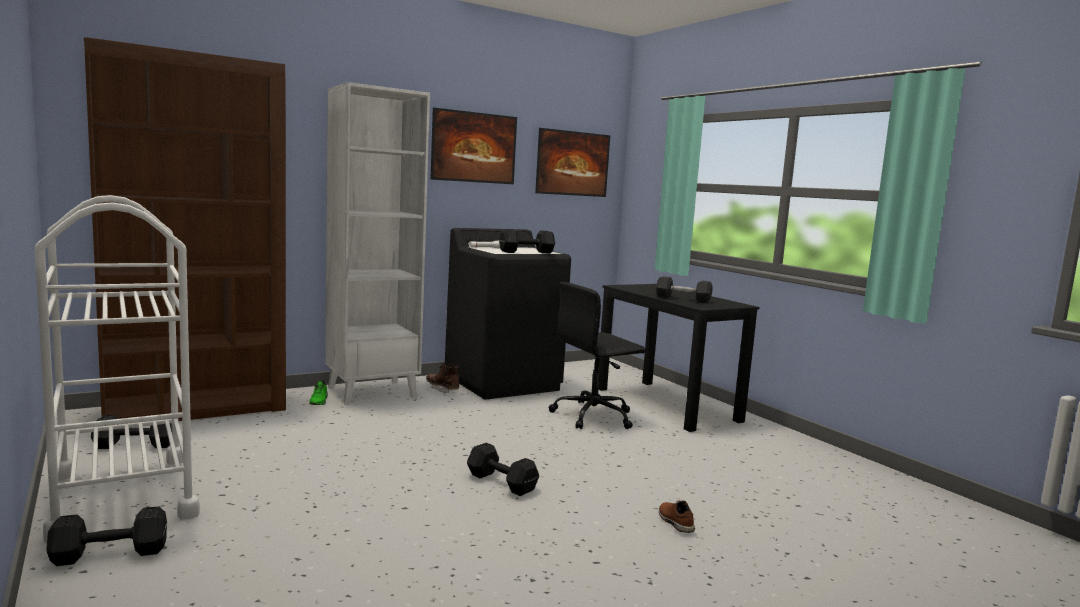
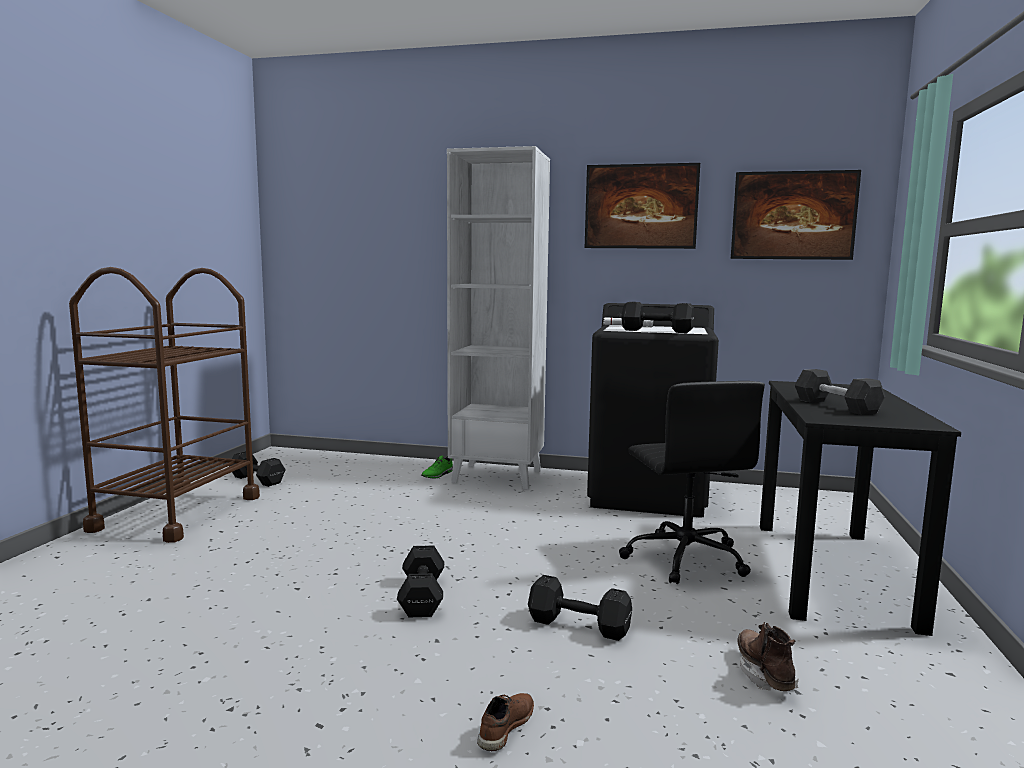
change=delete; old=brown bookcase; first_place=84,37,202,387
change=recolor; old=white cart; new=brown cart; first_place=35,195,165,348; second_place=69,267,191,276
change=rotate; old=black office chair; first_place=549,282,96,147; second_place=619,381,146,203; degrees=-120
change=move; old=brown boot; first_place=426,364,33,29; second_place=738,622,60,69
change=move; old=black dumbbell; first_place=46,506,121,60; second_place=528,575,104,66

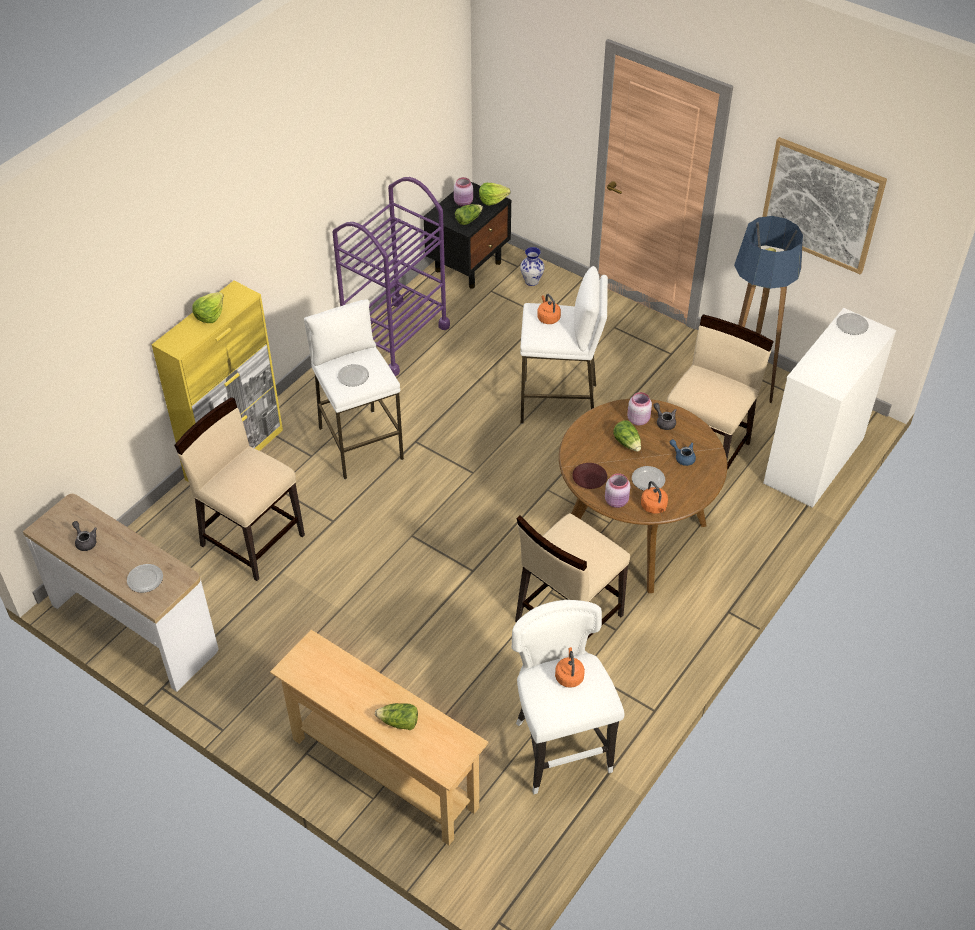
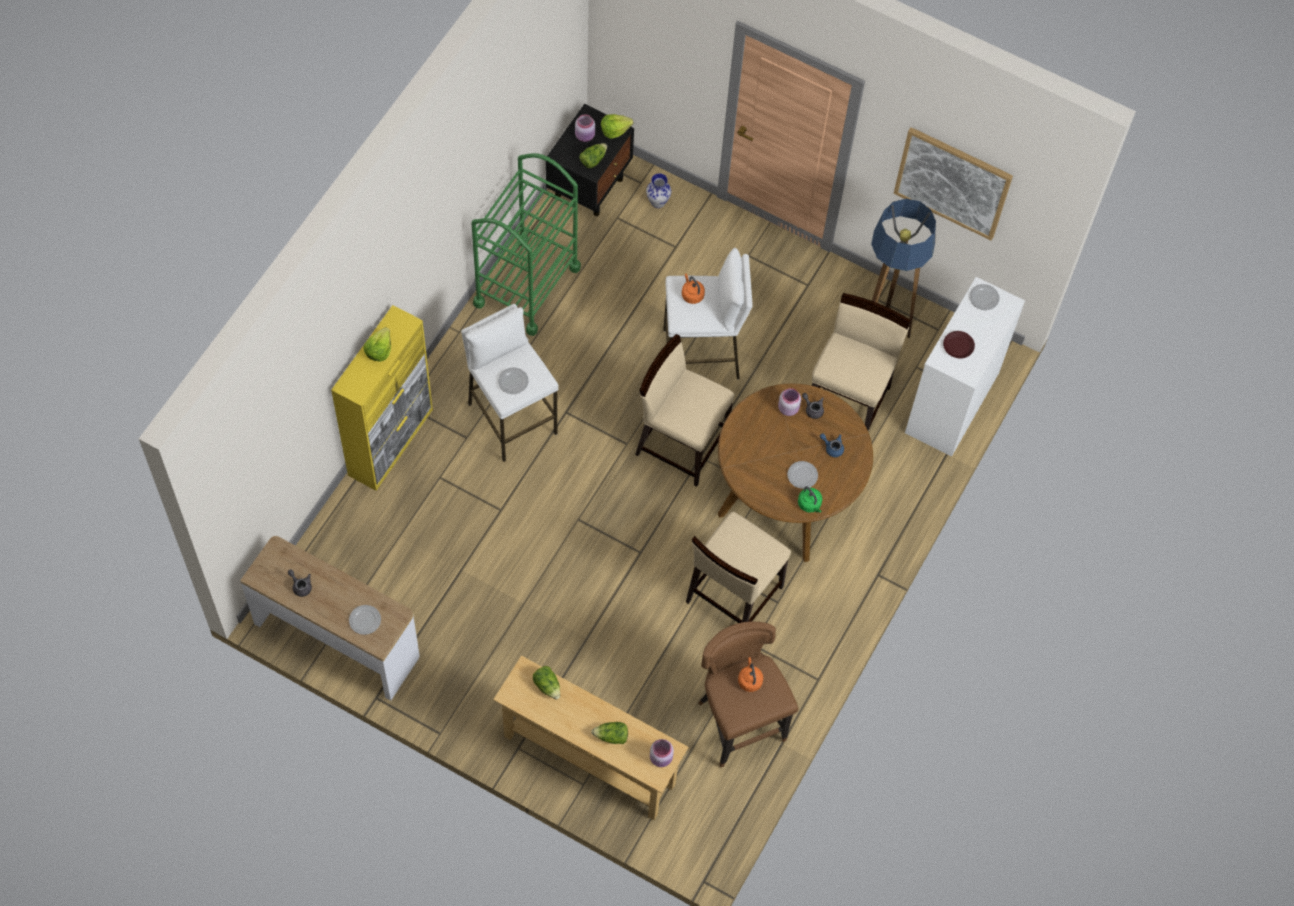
change=recolor; old=purple cart; new=green cart; first_place=332,177,118,199; second_place=472,153,109,183
change=move; old=beige chair; first_place=174,397,131,184; second_place=635,334,99,153
change=move; old=lettuce; first_place=613,420,28,32; second_place=533,666,27,34
change=move; old=brown plate; first_place=572,463,35,26; second_place=943,331,32,27
change=move; old=pink jar; first_place=605,473,25,35; second_place=650,739,24,28
change=recolor; old=orange kettle; new=green kettle; first_place=641,481,27,33; second_place=798,486,24,27
change=recolor; old=white stool; new=brown stool; first_place=512,600,112,195; second_place=698,621,100,147

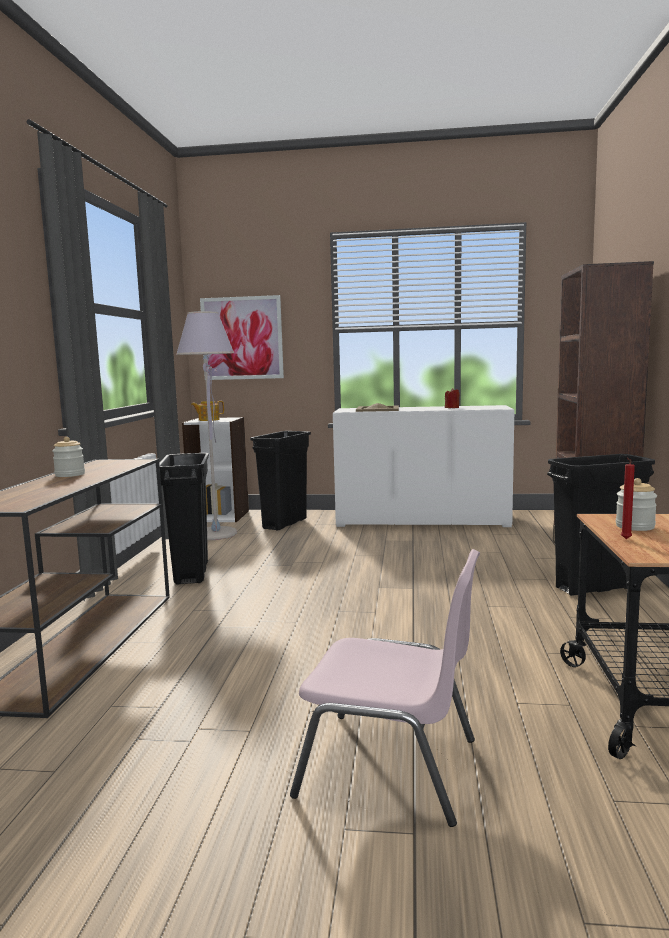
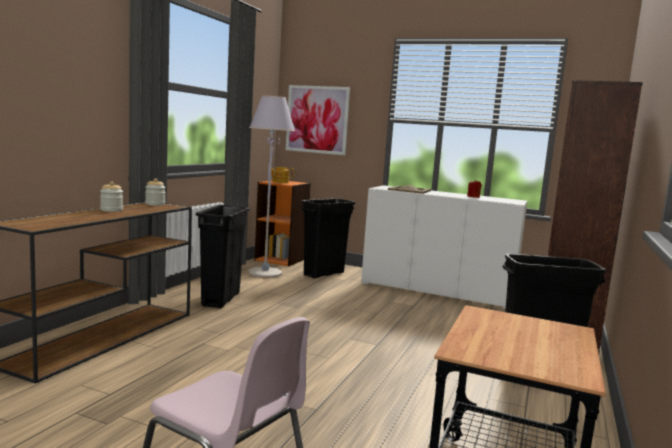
change=recolor; old=white bookcase; new=orange bookcase; first_place=182,417,67,105; second_place=254,180,57,86
change=delete; old=red candle; first_place=621,457,14,82
change=move; old=jar; first_place=616,478,41,53; second_place=145,178,21,28

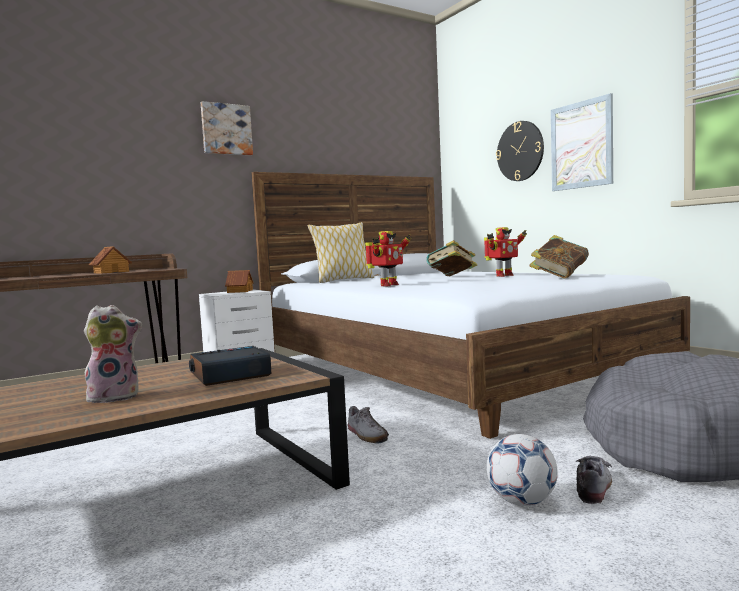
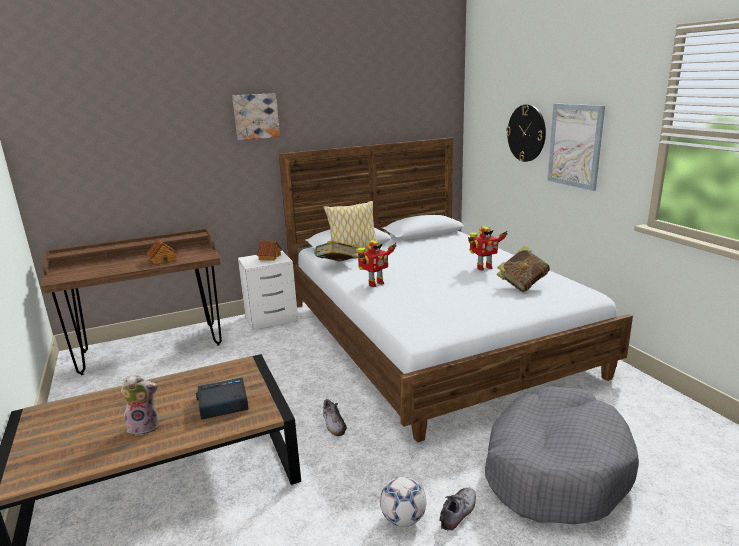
change=move; old=book; first_place=426,240,51,36; second_place=315,240,44,22

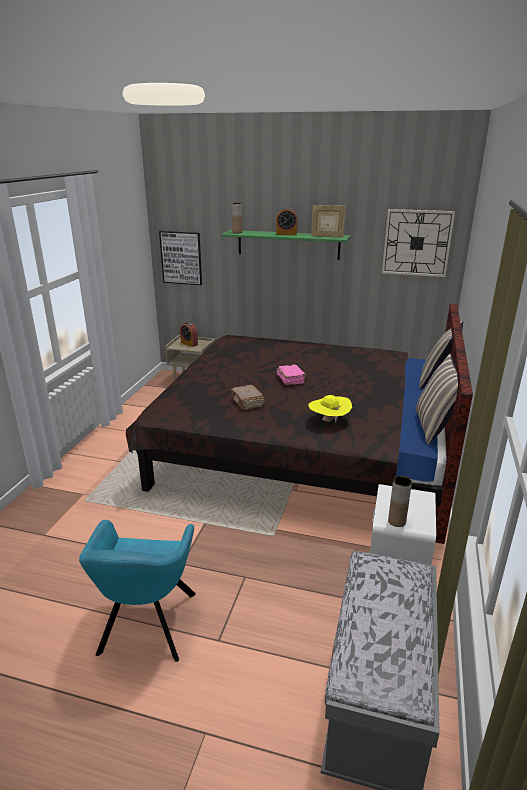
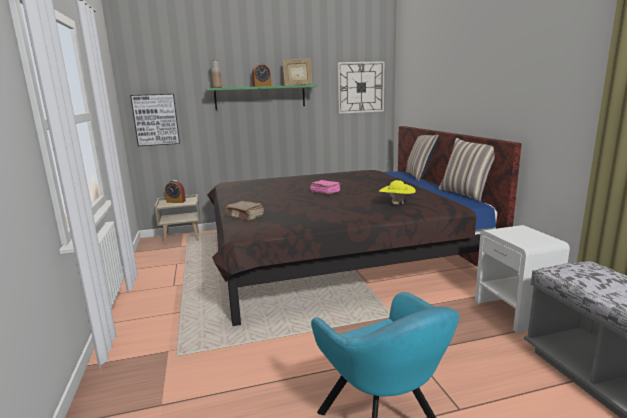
change=move; old=brown book; first_place=231,385,33,25; second_place=225,201,39,20
change=delete; old=brown vase; first_place=388,476,24,51

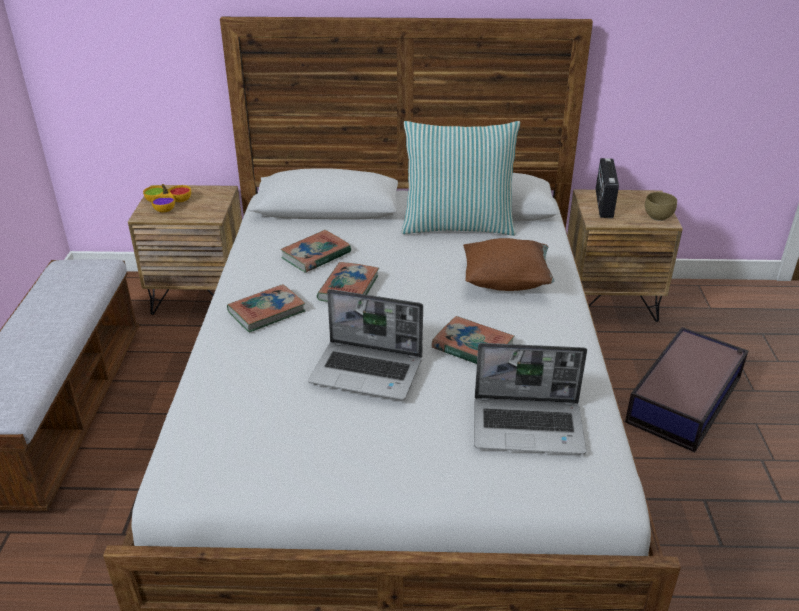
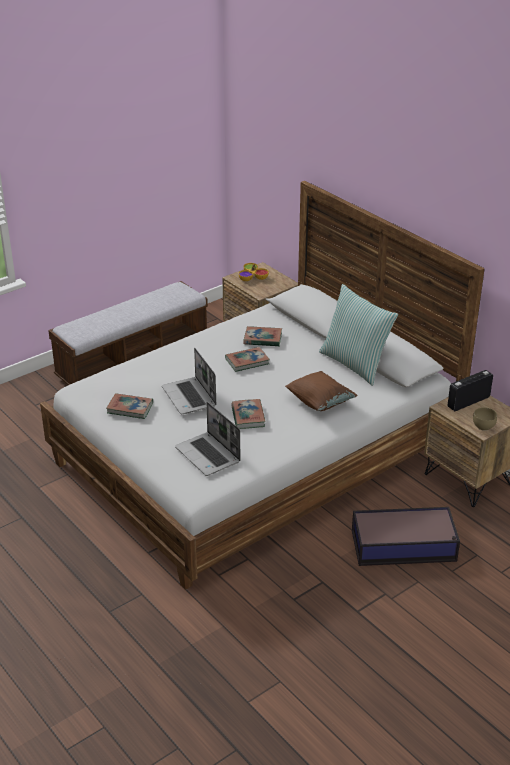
change=move; old=book; first_place=227,284,78,49; second_place=106,393,47,26

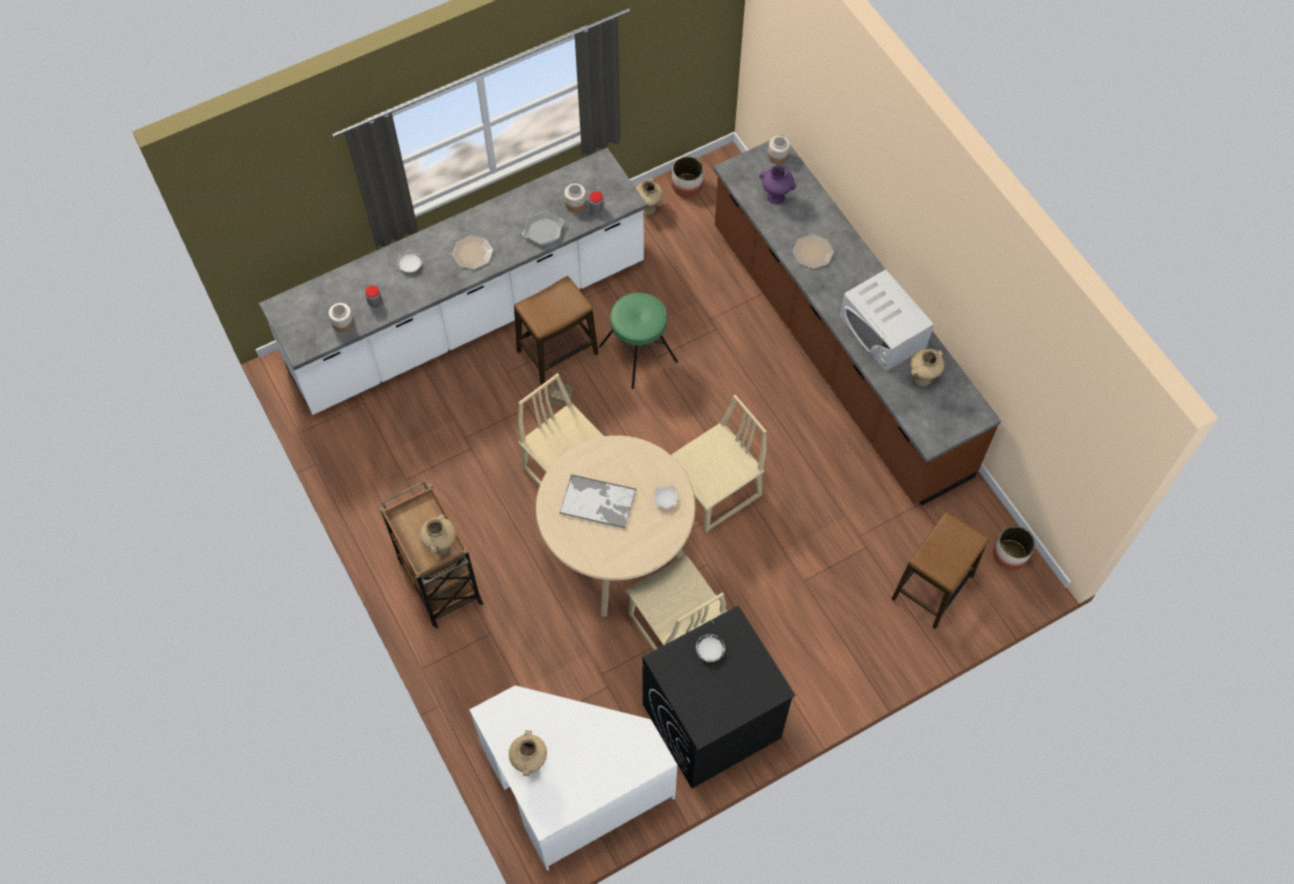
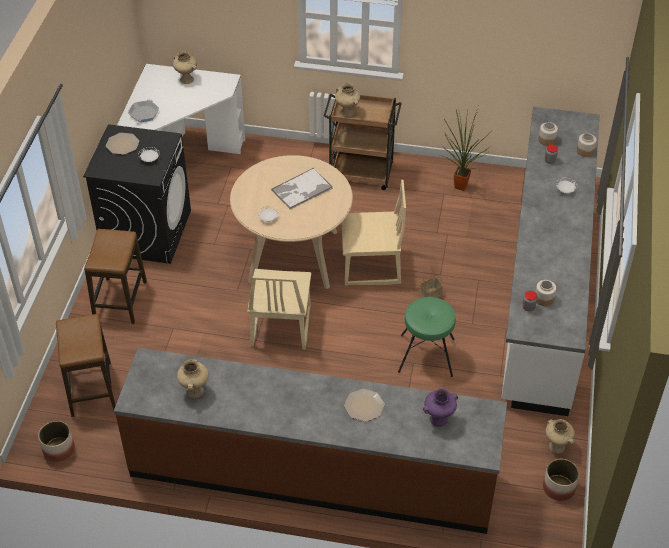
change=move; old=jar; first_place=768,136,22,28; second_place=577,133,20,24
change=move; old=frying pan; first_place=522,211,42,34; second_place=128,100,31,22
change=move; old=plate; first_place=452,236,41,34; second_place=106,133,34,22
change=delete; old=white microwave; first_place=840,269,94,103
change=move; old=stool; first_place=514,276,84,109; second_place=84,229,63,95
change=delete; old=beige chair; first_place=625,554,102,96
change=insert; new=potted plant; second_place=440,106,49,85

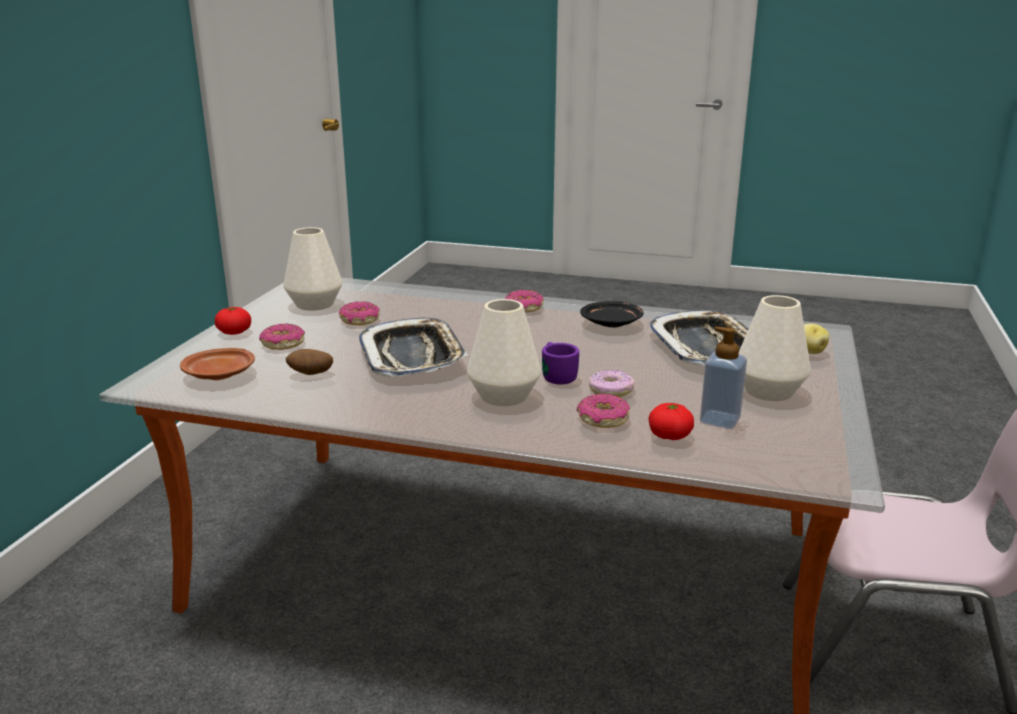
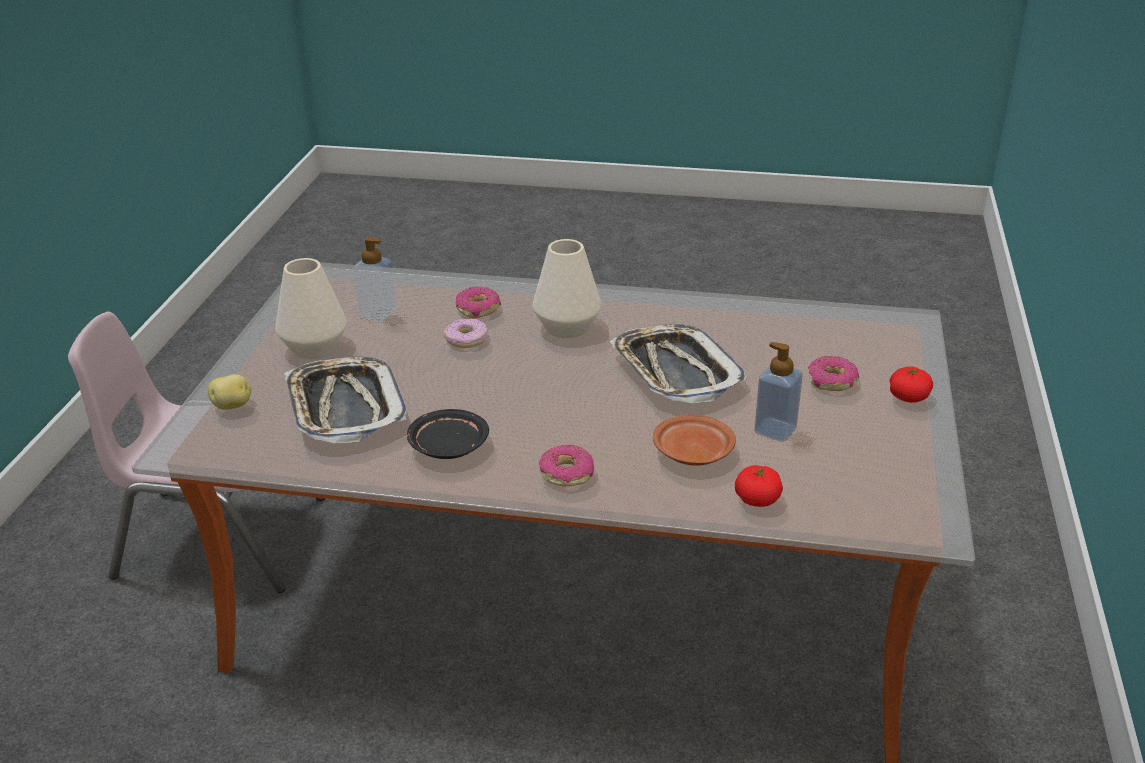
change=delete; old=white vase; first_place=283,227,59,84
change=replace; old=donut; new=soap dispenser; first_place=339,301,41,24; second_place=754,342,49,100
change=delete; old=purple mug; first_place=542,342,37,43
change=move; old=brown plate; first_place=180,348,75,32; second_place=653,415,83,51
change=delete; old=potato; first_place=286,349,47,26
change=move; old=tomato; first_place=649,403,45,37; second_place=735,465,48,42

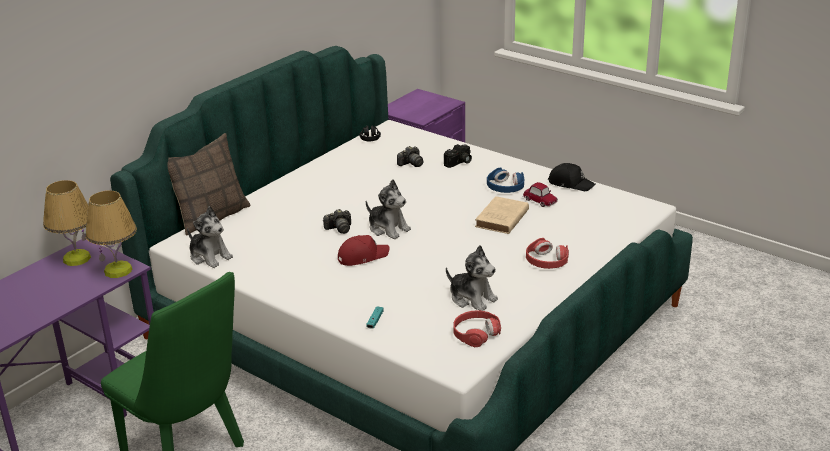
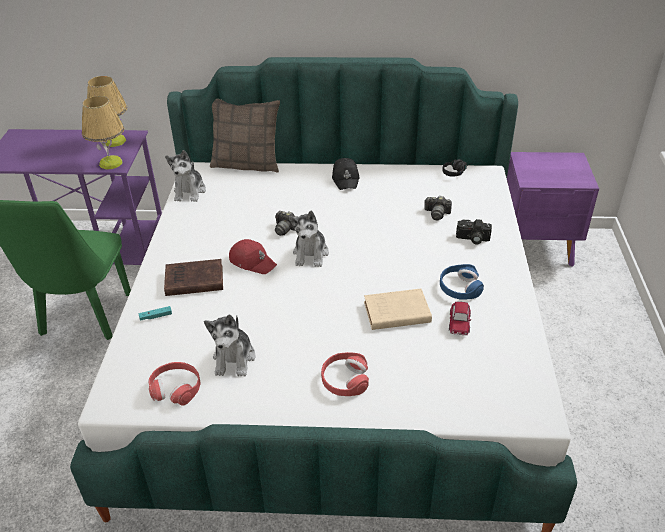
change=move; old=black cap; first_place=548,163,47,28; second_place=332,158,28,32
change=insert; new=brown book; second_place=164,259,59,37

